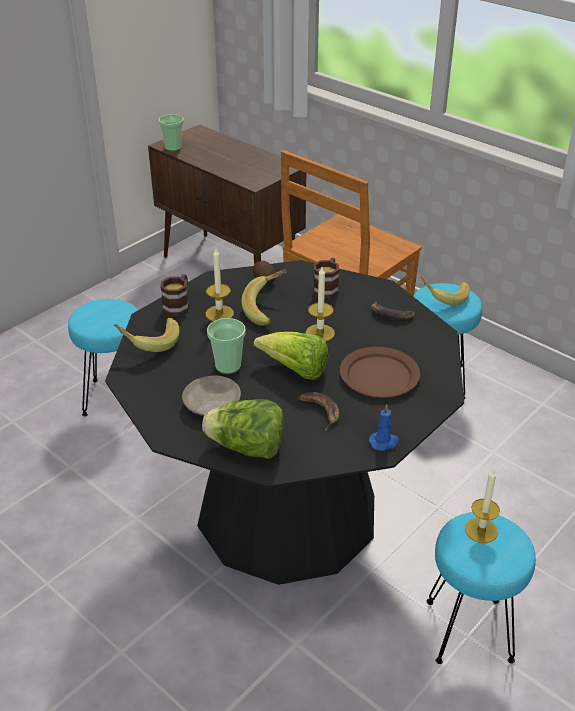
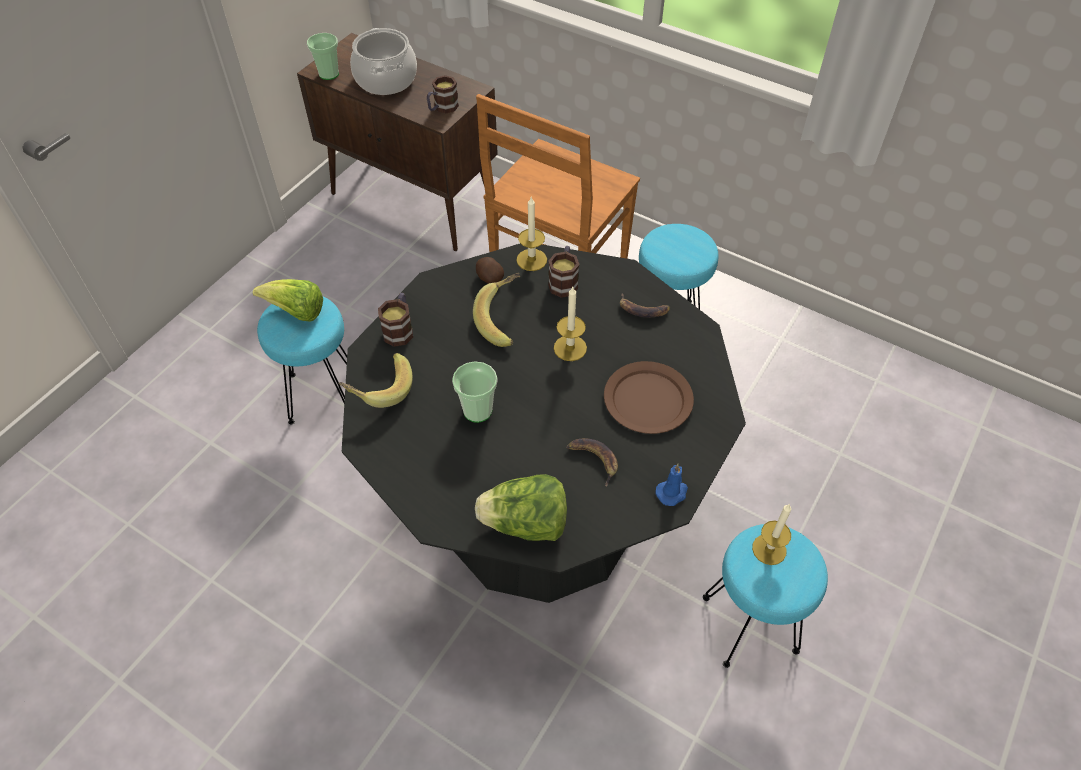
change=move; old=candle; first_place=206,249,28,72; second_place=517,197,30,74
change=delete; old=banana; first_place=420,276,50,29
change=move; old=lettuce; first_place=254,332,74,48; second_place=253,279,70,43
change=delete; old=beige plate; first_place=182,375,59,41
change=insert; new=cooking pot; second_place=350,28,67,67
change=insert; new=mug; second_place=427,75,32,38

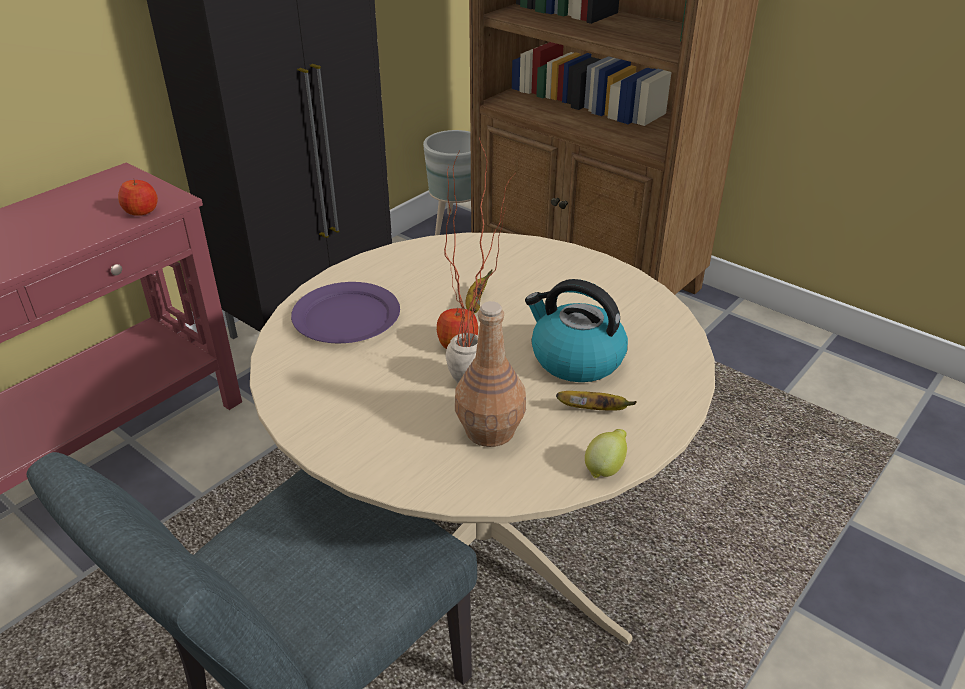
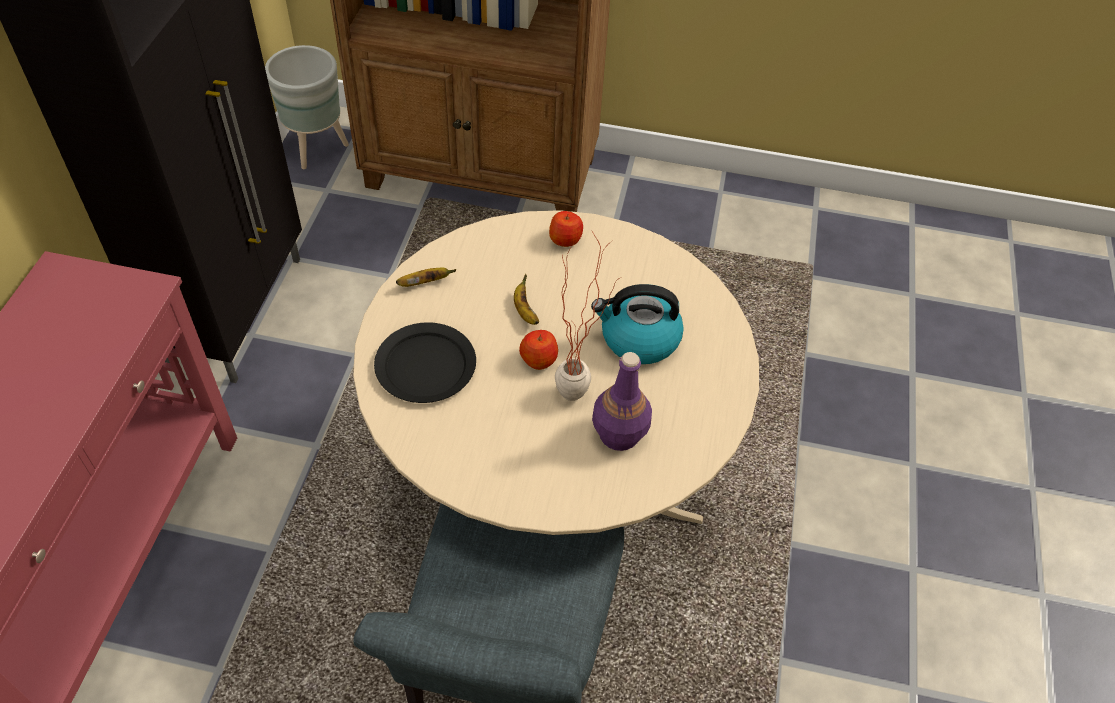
change=move; old=apple; first_place=118,180,40,36; second_place=549,211,34,36
change=recolor; old=purple plate; new=black plate; first_place=291,282,109,61; second_place=374,322,102,81
change=recolor; old=brown bottle; new=purple bottle; first_place=455,301,71,146; second_place=592,352,60,99
change=move; old=banana; first_place=556,391,81,20; second_place=396,267,60,20
change=delete; old=lemon; first_place=585,429,42,50

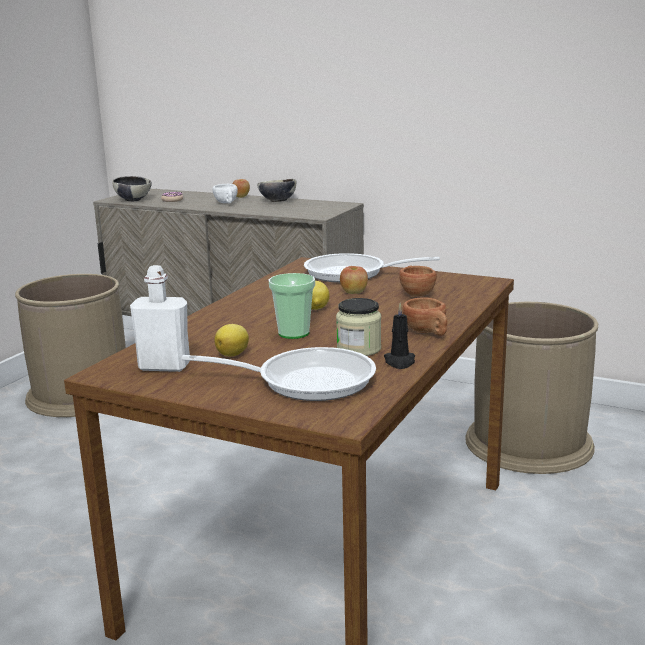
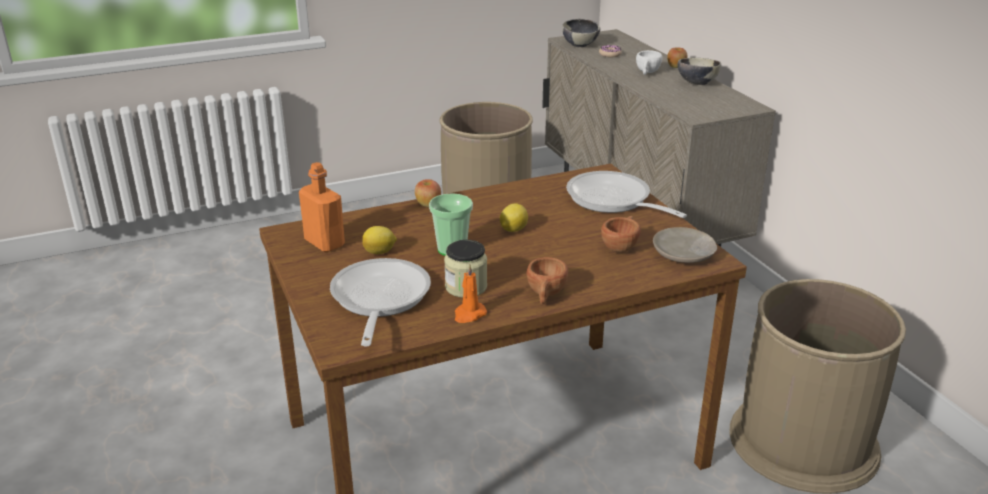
change=recolor; old=white bottle; new=orange bottle; first_place=130,265,60,107; second_place=299,162,46,90
change=move; old=apple; first_place=340,266,28,28; second_place=415,179,26,28
change=recolor; old=black candle; new=orange candle; first_place=384,303,31,66; second_place=455,263,32,60
change=rotate; old=frying pan; first_place=181,347,195,54; second_place=330,258,101,88; degrees=-135
change=insert; new=beige plate; second_place=653,227,64,36

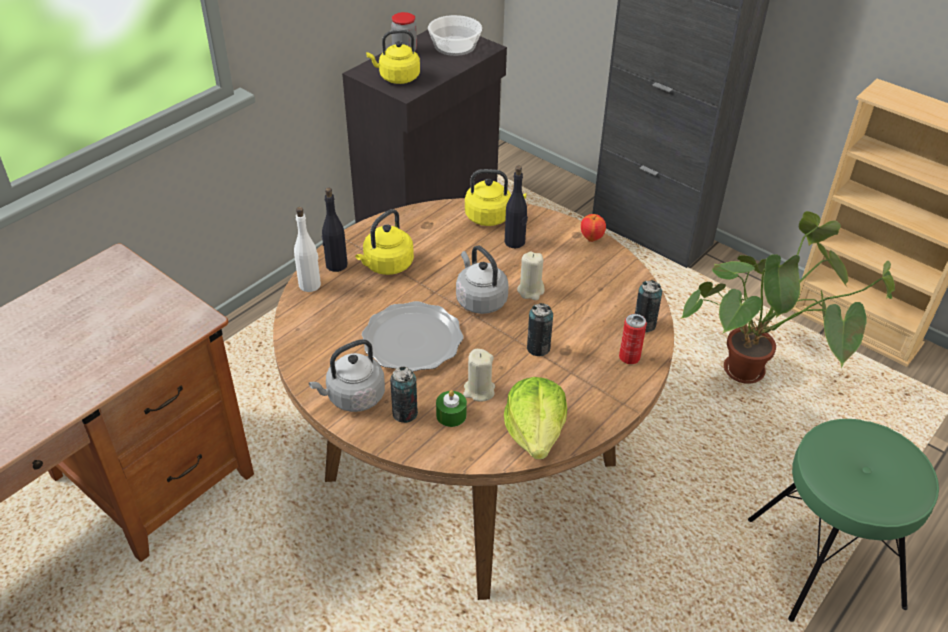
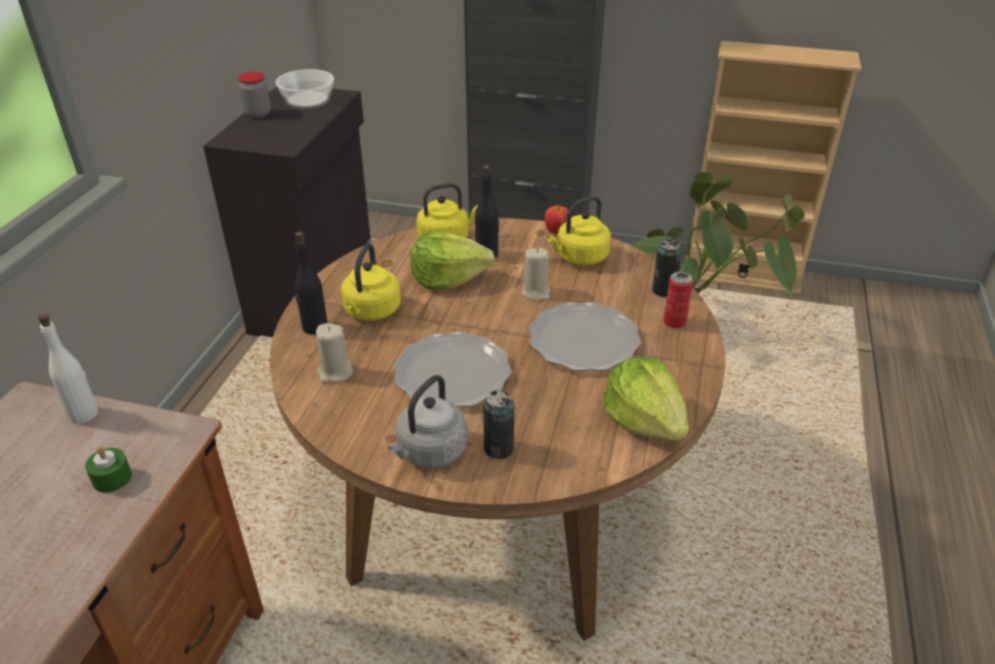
change=move; old=yellow kettle; first_place=366,30,54,54; second_place=547,196,64,70
change=move; old=white bottle; first_place=294,207,27,85; second_place=38,313,60,111
change=delete; old=grey kettle; first_place=456,245,53,69
change=replace; old=can; new=plate; first_place=527,303,26,53; second_place=529,302,112,69
change=move; old=beige candle; first_place=463,349,32,53; second_place=316,323,37,60
change=move; old=green candle; first_place=436,390,31,37; second_place=85,446,47,47
change=delete; old=green stool; first_place=748,419,191,203
change=insert; new=lettuce; second_place=410,232,85,58

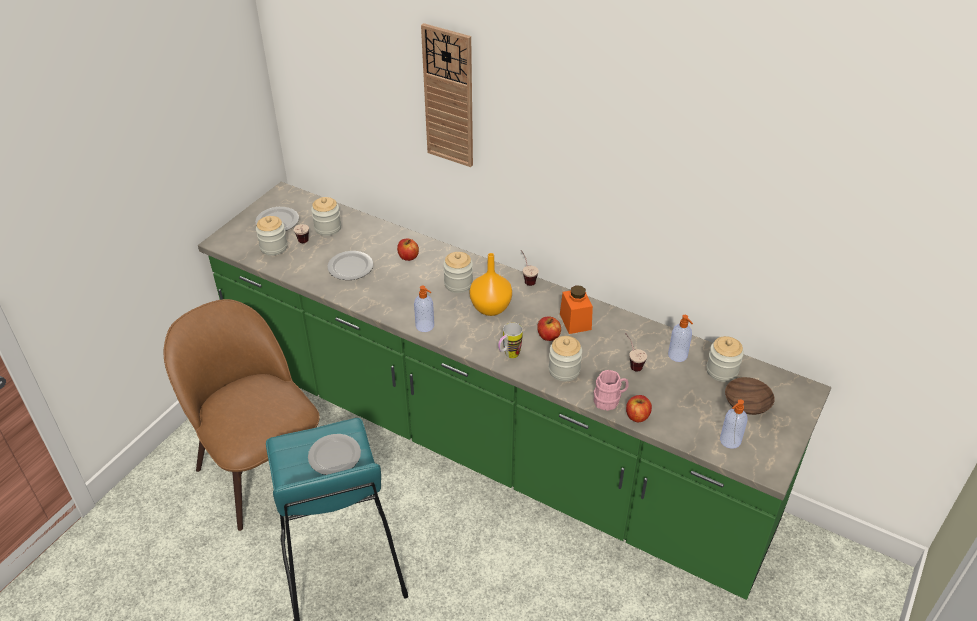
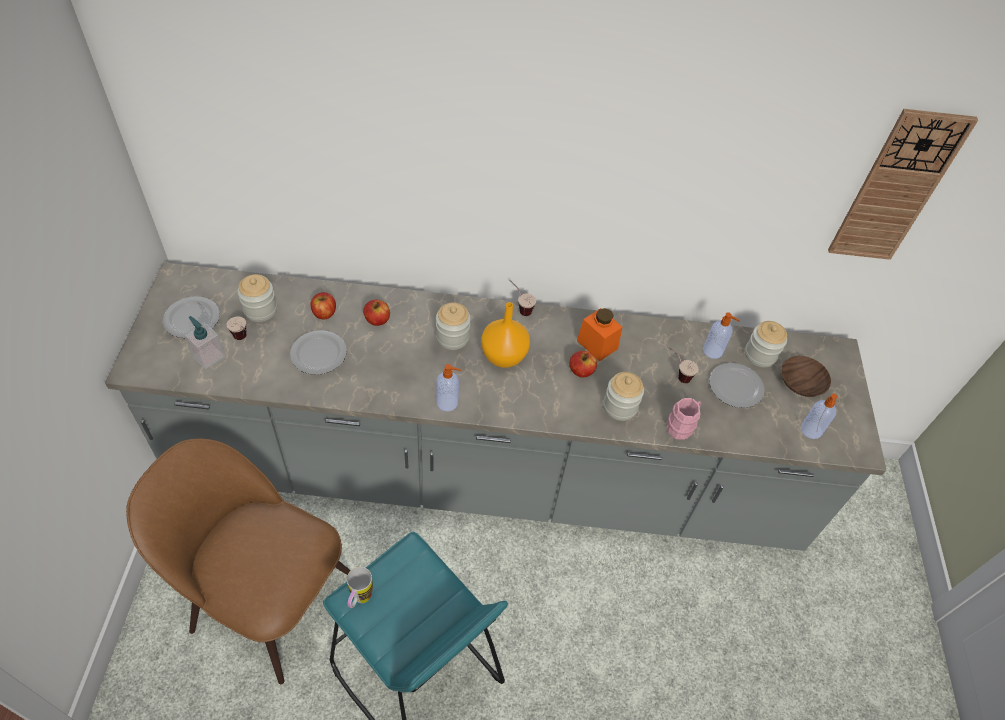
change=move; old=wall clock; first_place=421,23,52,144; second_place=828,109,150,151
change=recolor; old=green counter; new=grey counter; first_place=198,182,633,418; second_place=105,262,781,289
change=replace; old=jar; new=soap dispenser; first_place=256,216,32,40; second_place=184,316,41,53
change=move; old=mug; first_place=498,323,25,36; second_place=347,567,26,41
change=move; old=apple; first_place=626,395,26,27; second_place=310,292,26,27
change=move; old=plate; first_place=308,434,53,41; second_place=709,363,56,45

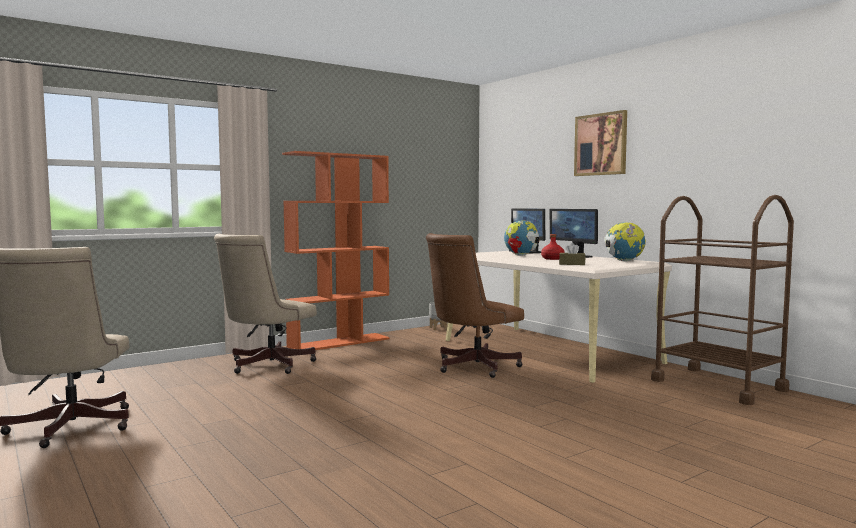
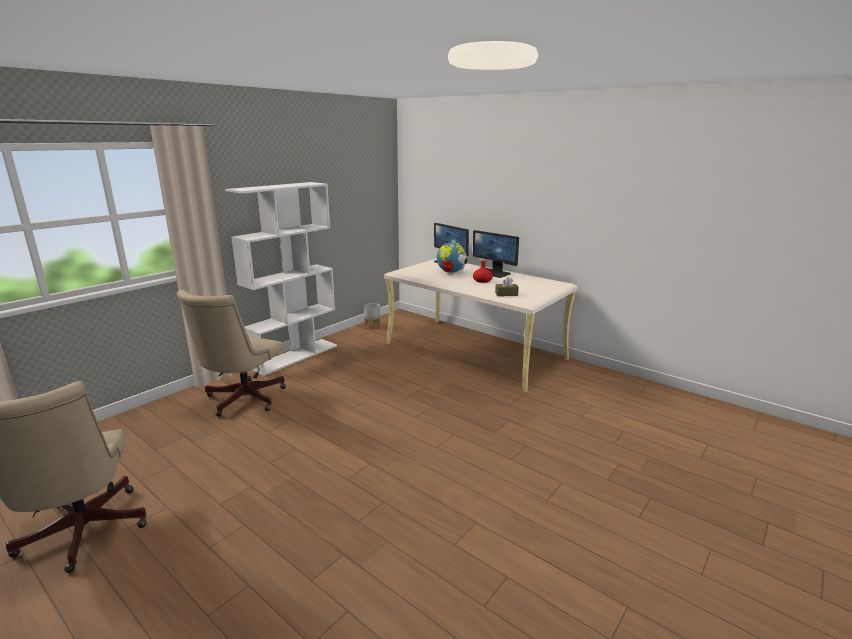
change=delete; old=picture; first_place=574,110,53,66
change=recolor; old=orange bookcase; new=white bookcase; first_place=282,151,108,199; second_place=225,182,112,194
change=delete; old=brown cart; first_place=651,195,143,210
change=delete; old=globe; first_place=604,222,42,39
change=delete; old=brown office chair; first_place=426,233,98,145

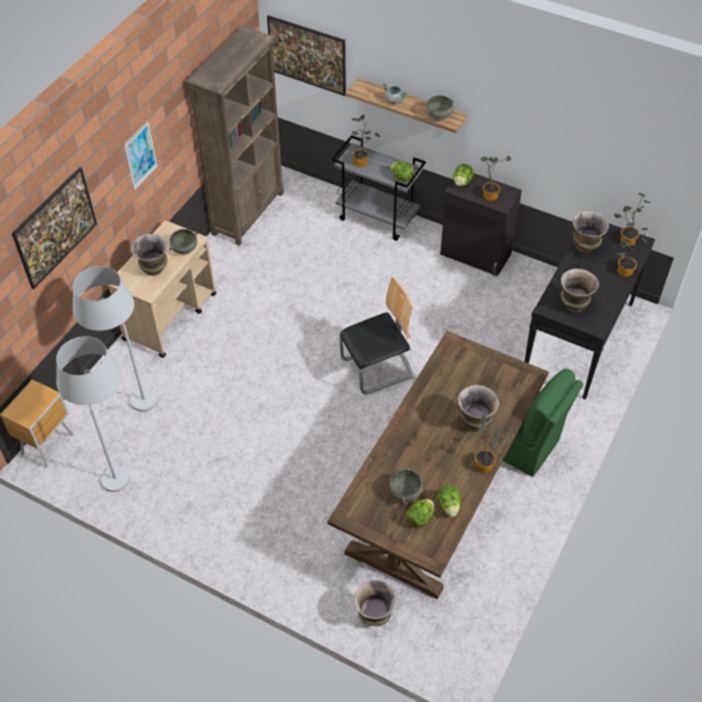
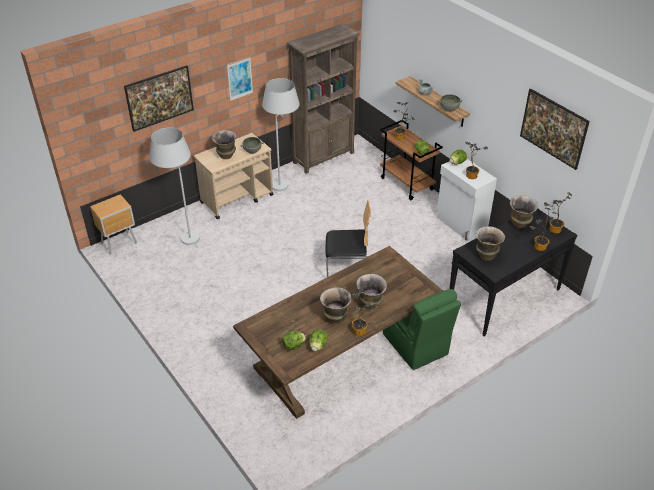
change=move; old=picture; first_place=267,15,79,81; second_place=520,88,70,82
change=recolor; old=grey cart; new=brown cart; first_place=331,135,95,106; second_place=380,120,63,80
change=recolor; old=black cabinet; new=white cabinet; first_place=440,173,82,103; second_place=436,159,61,83
change=move; old=white floor lamp; first_place=56,336,74,156; second_place=262,78,38,113
change=delete; old=grey bowl; first_place=390,468,33,35
change=move; old=vase; first_place=354,580,42,46; second_place=320,287,32,36

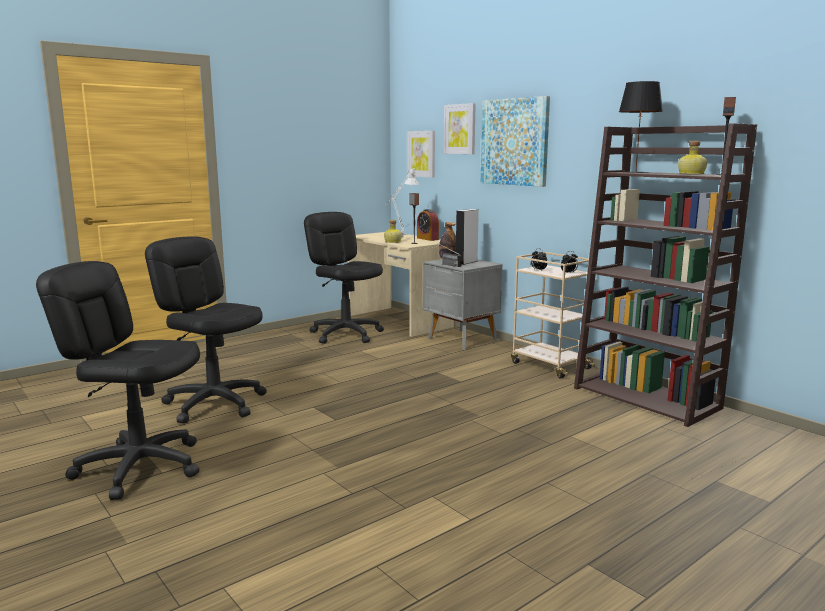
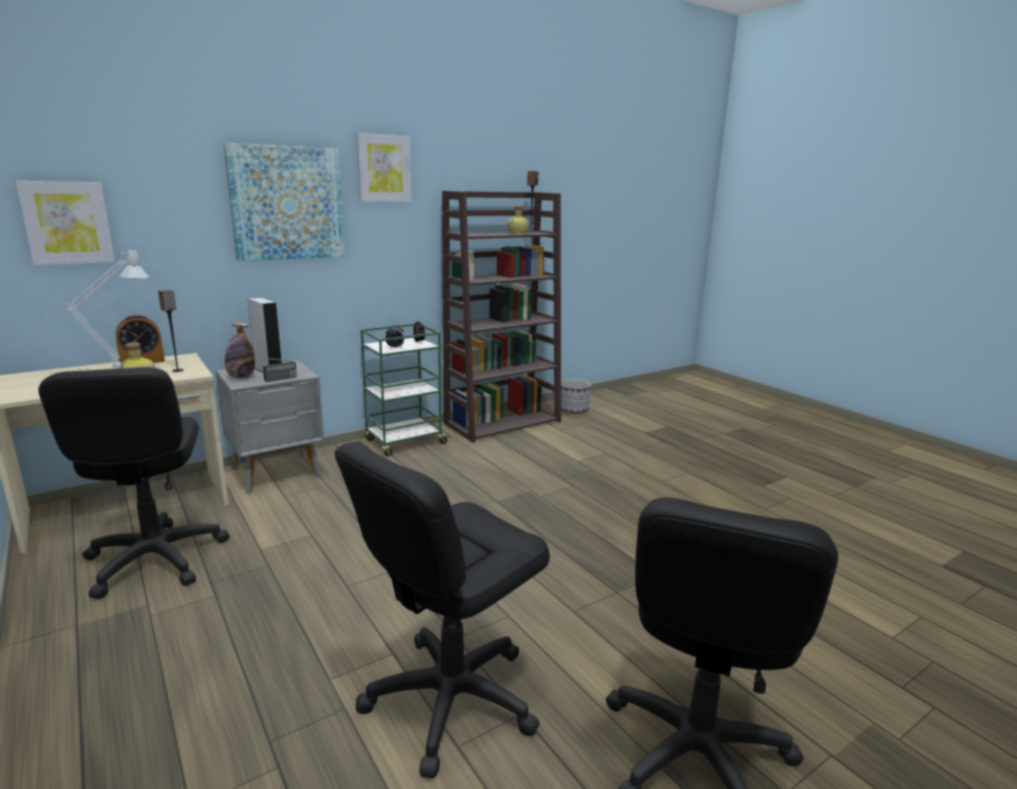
change=delete; old=black table lamp; first_place=619,81,44,92
change=move; old=picture; first_place=444,103,32,51; second_place=356,133,55,69
change=rotate; old=black office chair; first_place=304,212,80,132; second_place=38,367,191,232; degrees=-75
change=recolor; old=beige cart; new=green cart; first_place=511,252,84,127; second_place=361,324,89,132
change=insert; new=planter; second_place=561,379,30,34

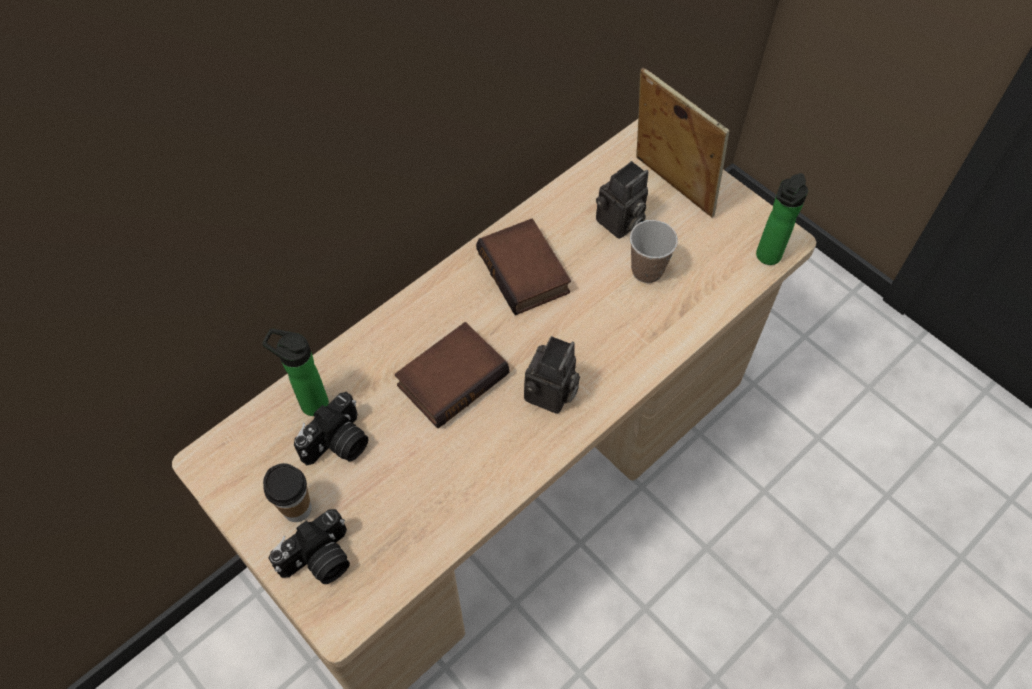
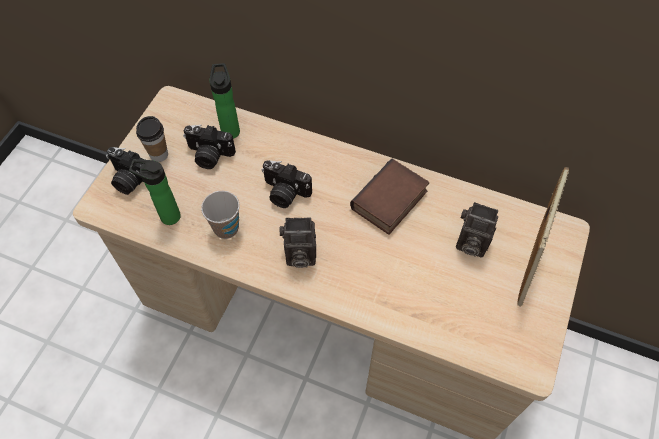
change=move; old=bottle; first_place=756,173,52,92; second_place=129,159,52,66
change=move; old=cup; first_place=630,220,48,63; second_place=201,191,39,48
change=replace; old=book; new=photo camera; first_place=395,322,114,106; second_place=261,160,51,48

